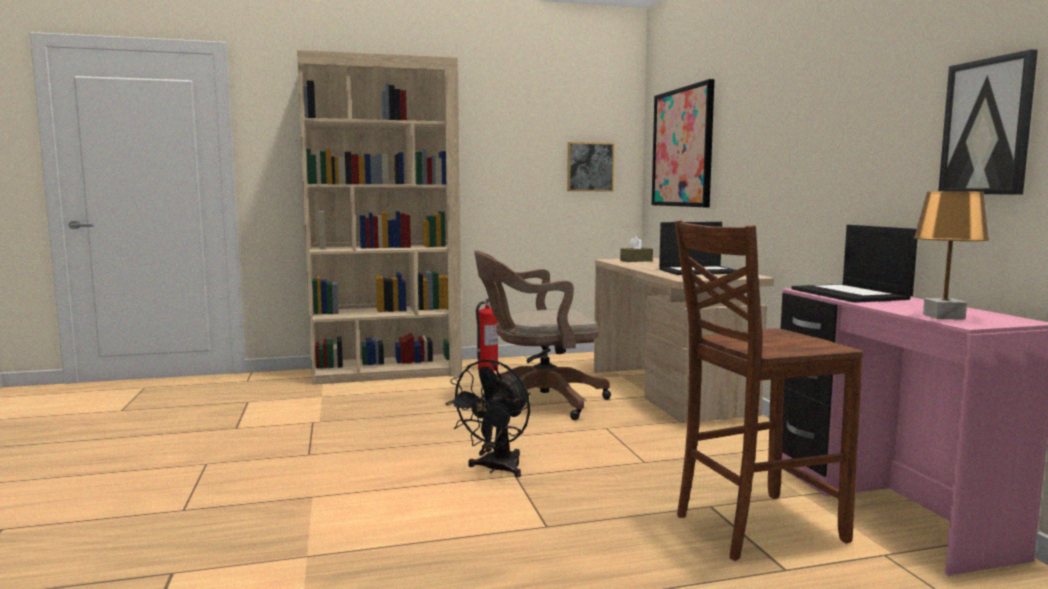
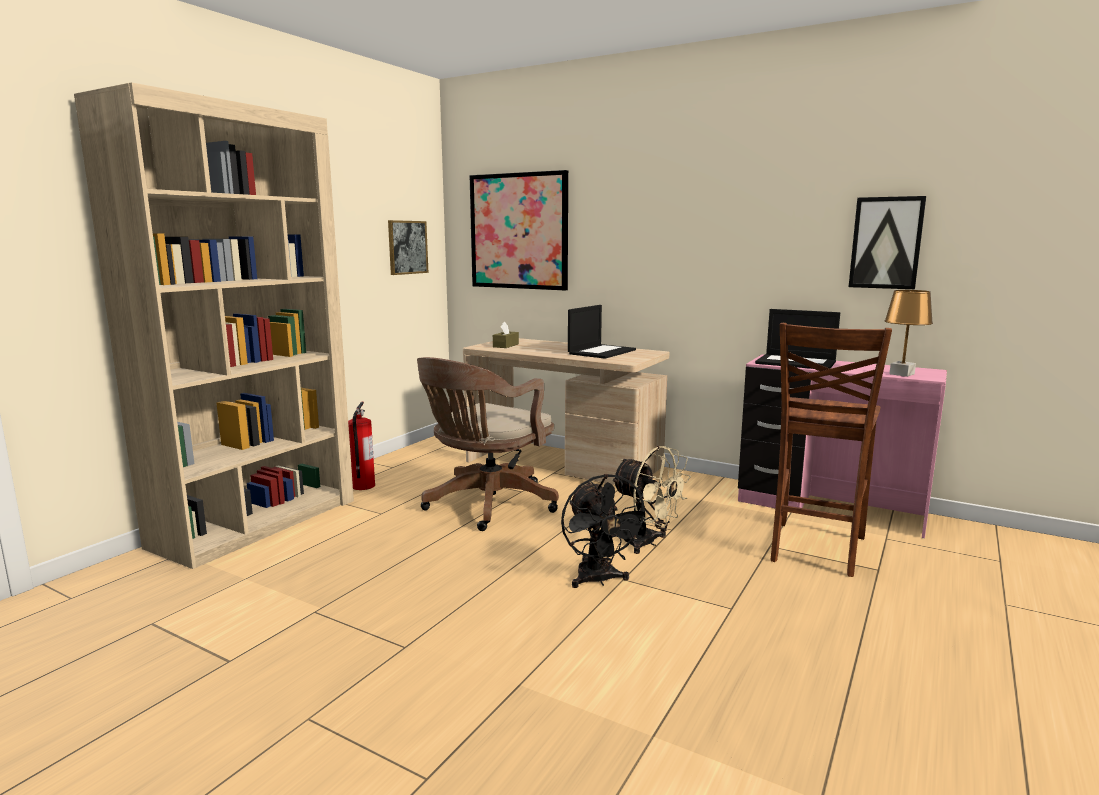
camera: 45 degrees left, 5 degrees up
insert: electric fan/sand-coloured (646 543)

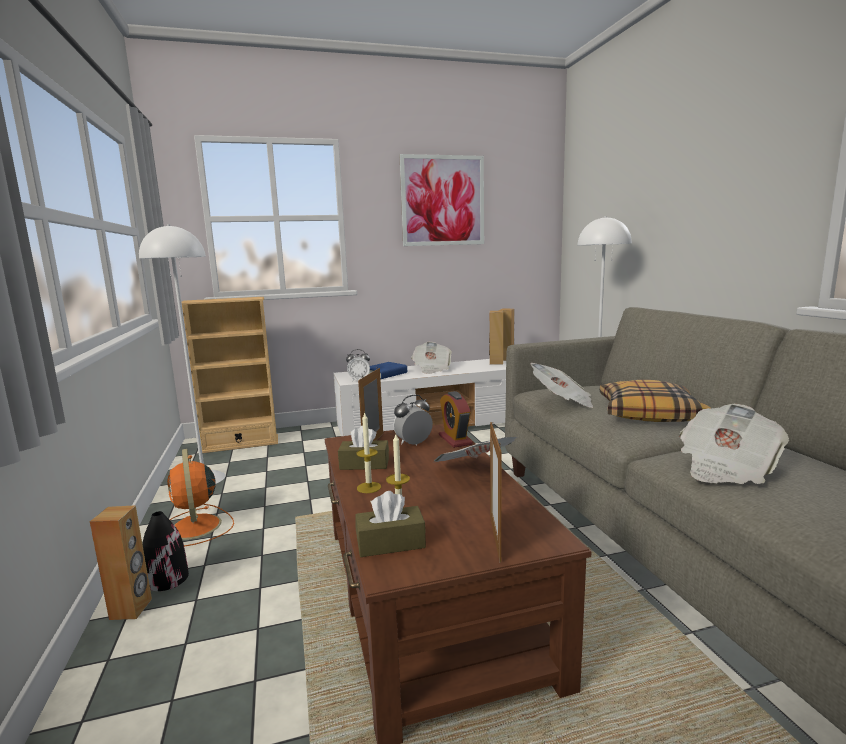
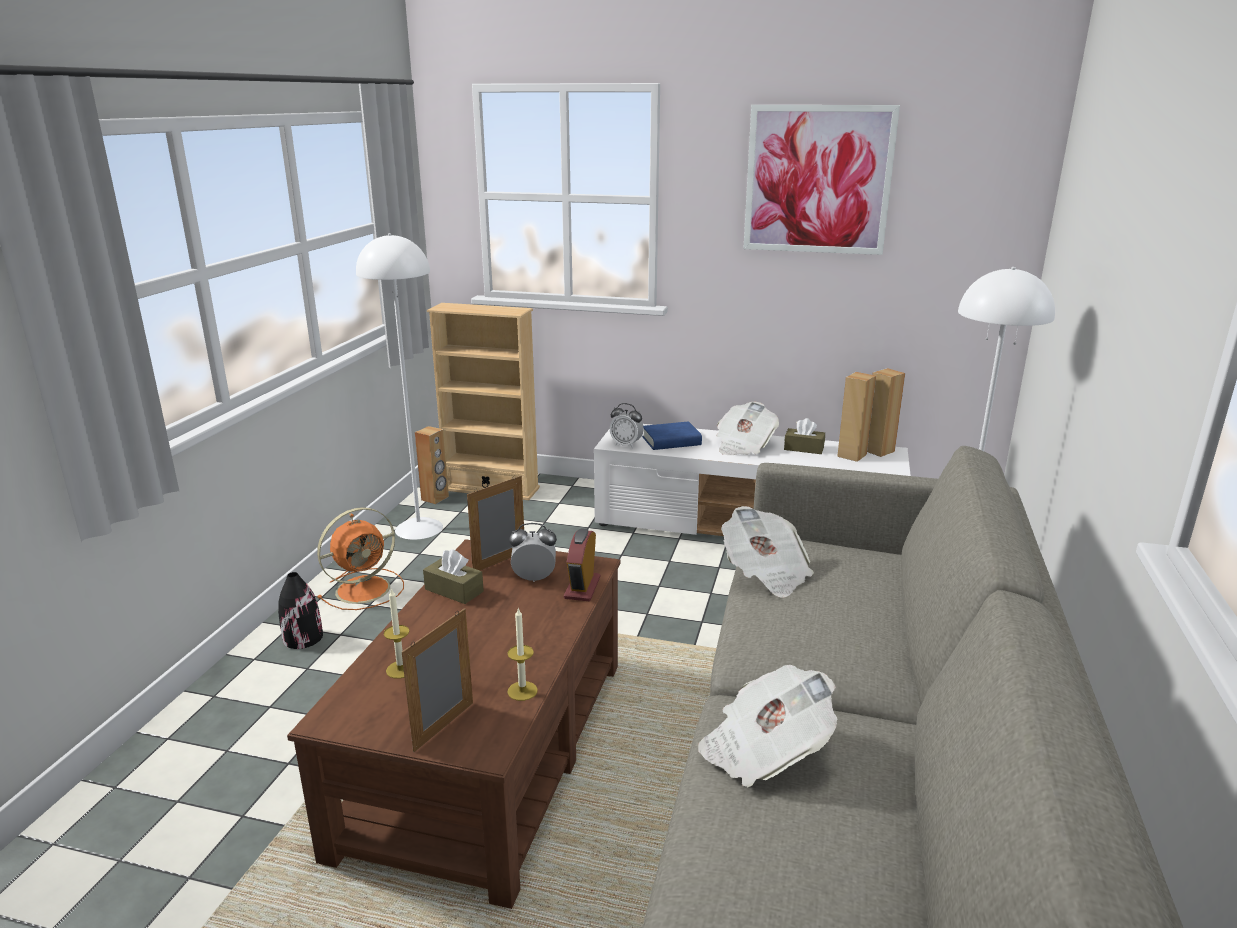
camera: 30 degrees right, 10 degrees up
delete: cushion (649 413); newspaper (473 471)
move: wax light (369 487) to (522 691); box of tissues/brown (390 543) to (804 448); speaker/brown (131 609) to (435 498)
rotate: electric fan/orangey (195 528) = (365 589) 135 degrees counterclockwise

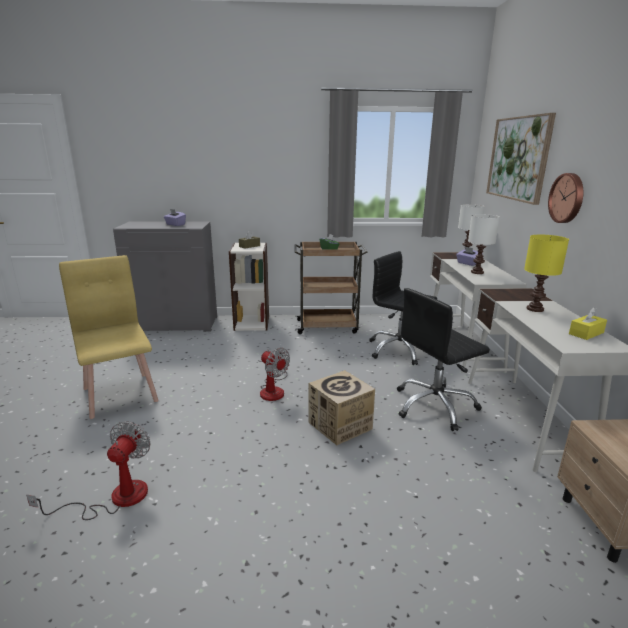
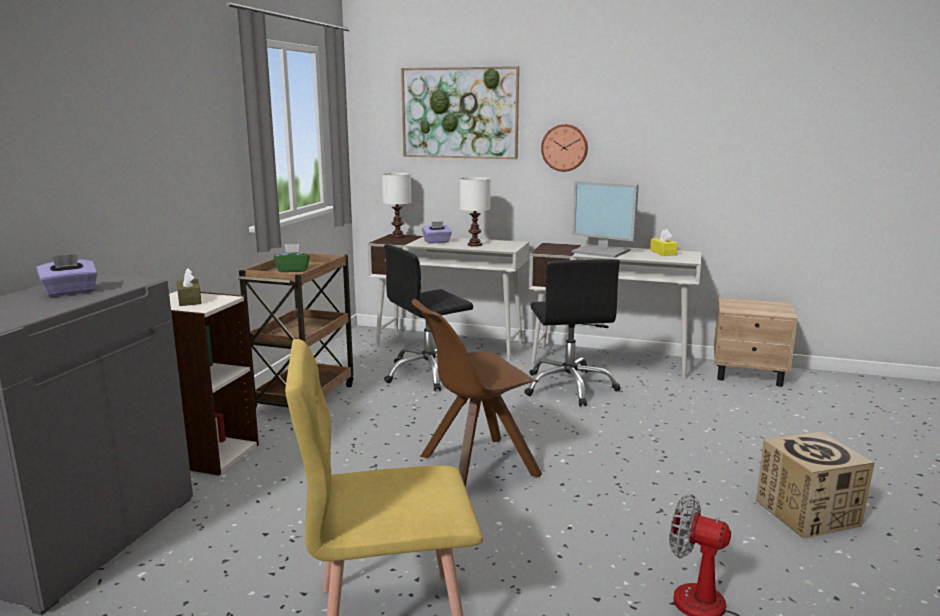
camera: 70 degrees left, 5 degrees down
move: packing box (340 425) to (808 513)
replace: tabletop lamp/yellow (535 309) to computer display (602 251); electric fan (274 389) to plain chair/brown (475 466)

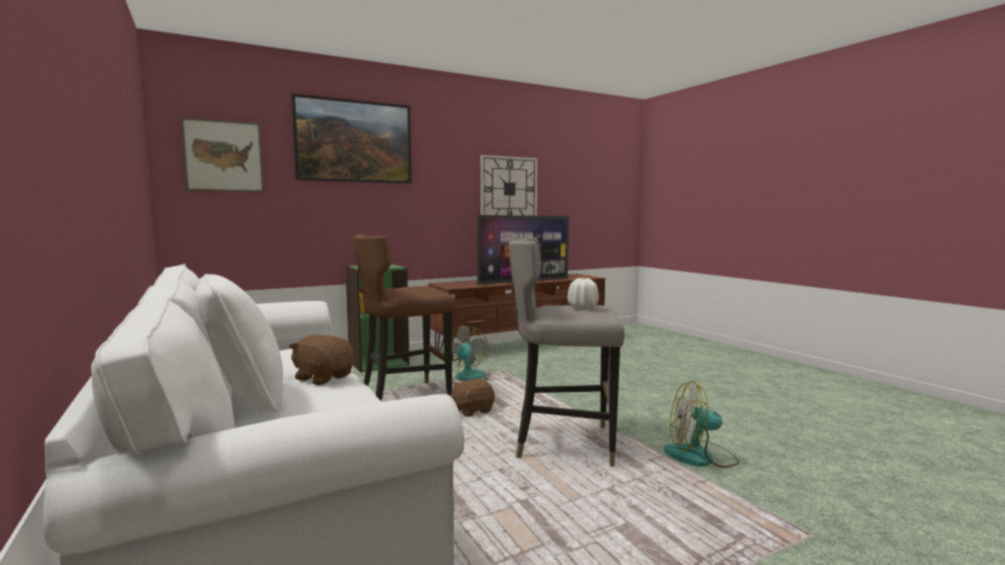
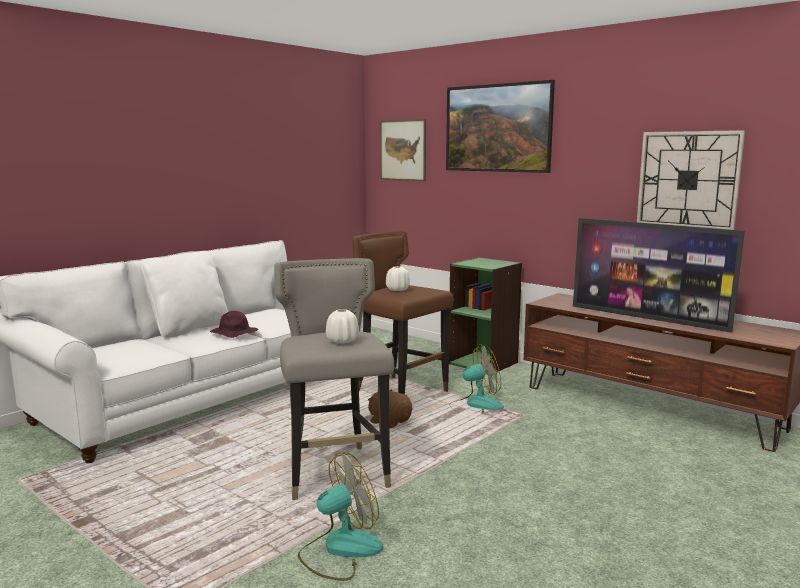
camera: 70 degrees right, 5 degrees up
insert: flower vase/white (397 290)
replace: plush toy/brown (323 378) to clothing hat/purplish (233 334)
rotate: electric fan (700 457) = (340 550) 75 degrees clockwise

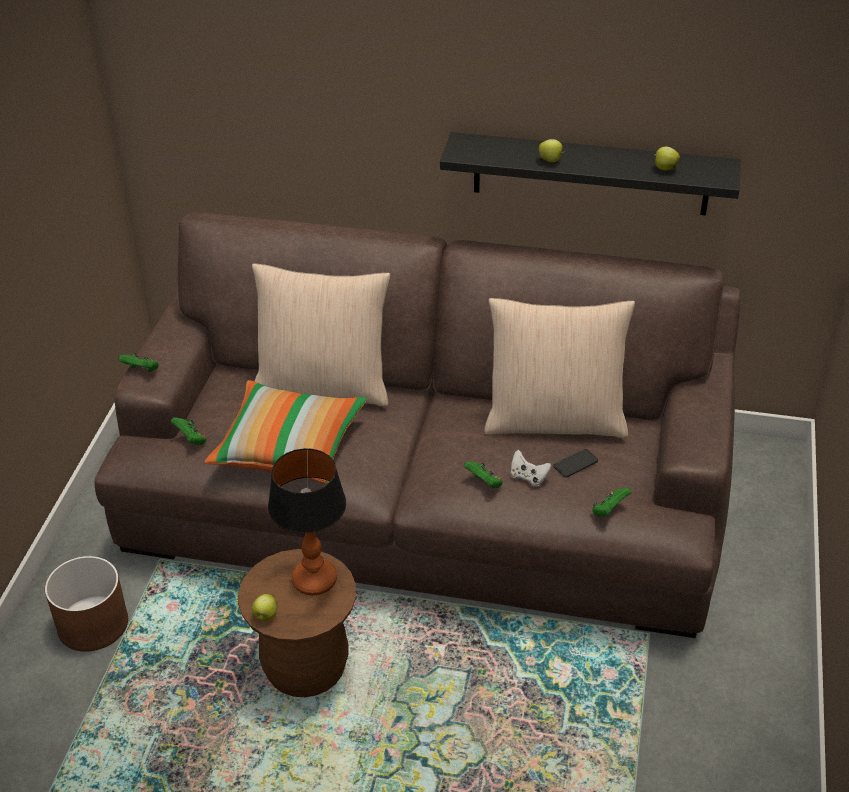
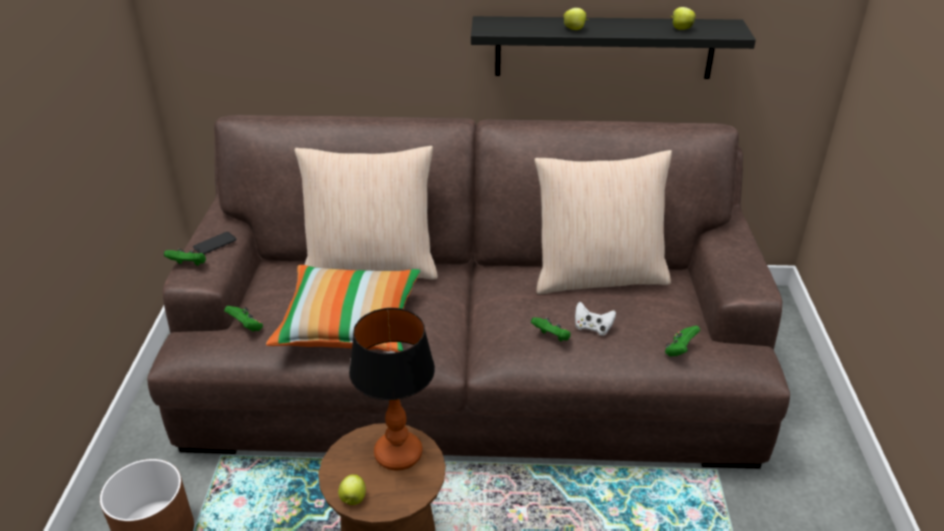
camera: 10 degrees left, 5 degrees down
move: telephone (575 463) to (215 243)

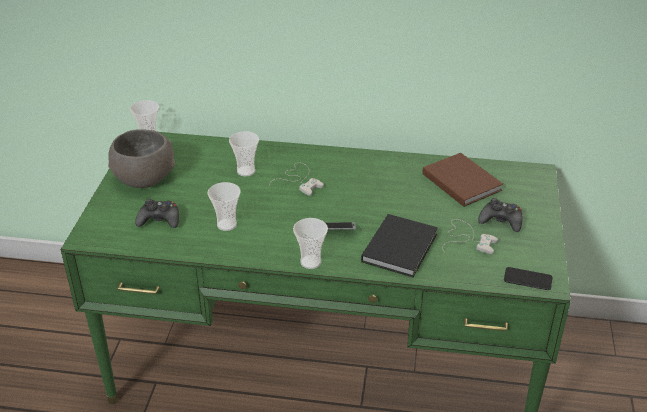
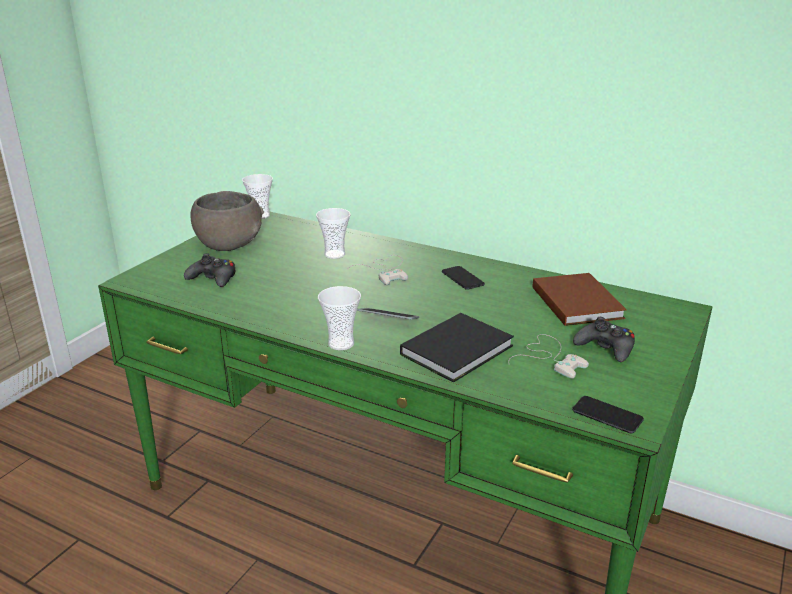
camera: 20 degrees right, 10 degrees down
delete: drinking cup (226 225)
insert: telephone (462 278)

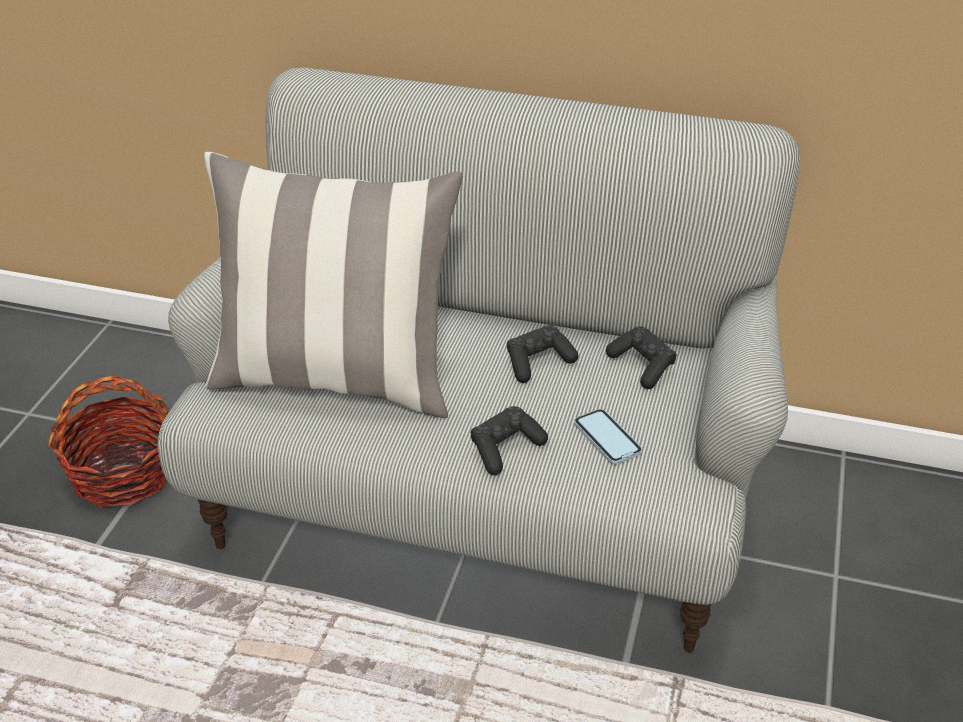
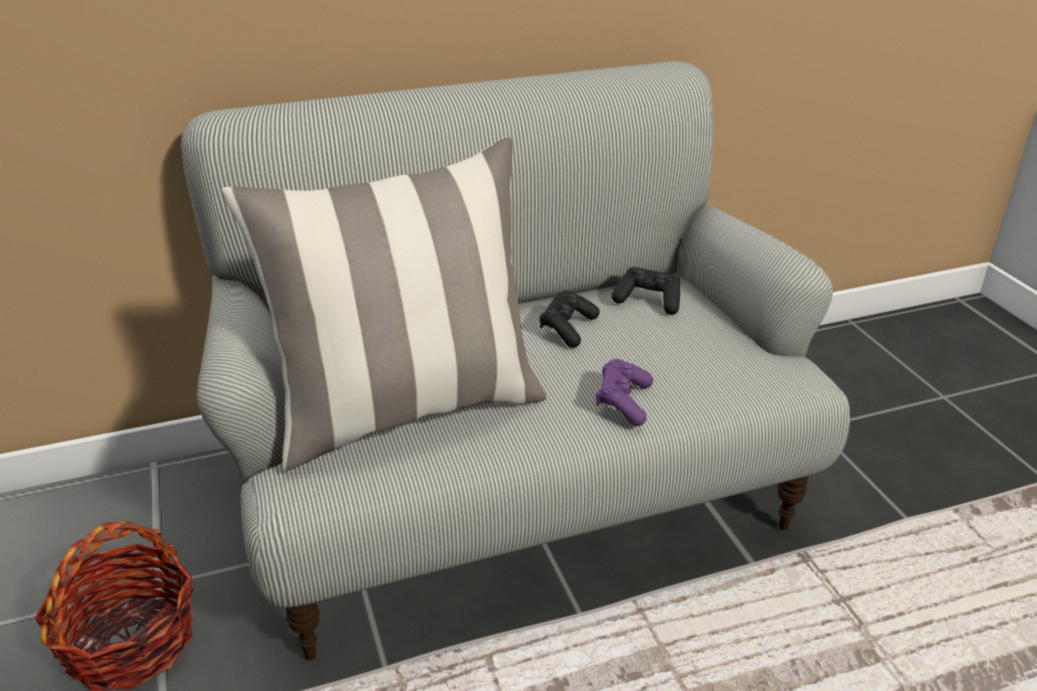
camera: 35 degrees left, 5 degrees down
delete: telephone (607 438)
recolor: game controller/blackish (505 449) to game controller/purplish (623 402)

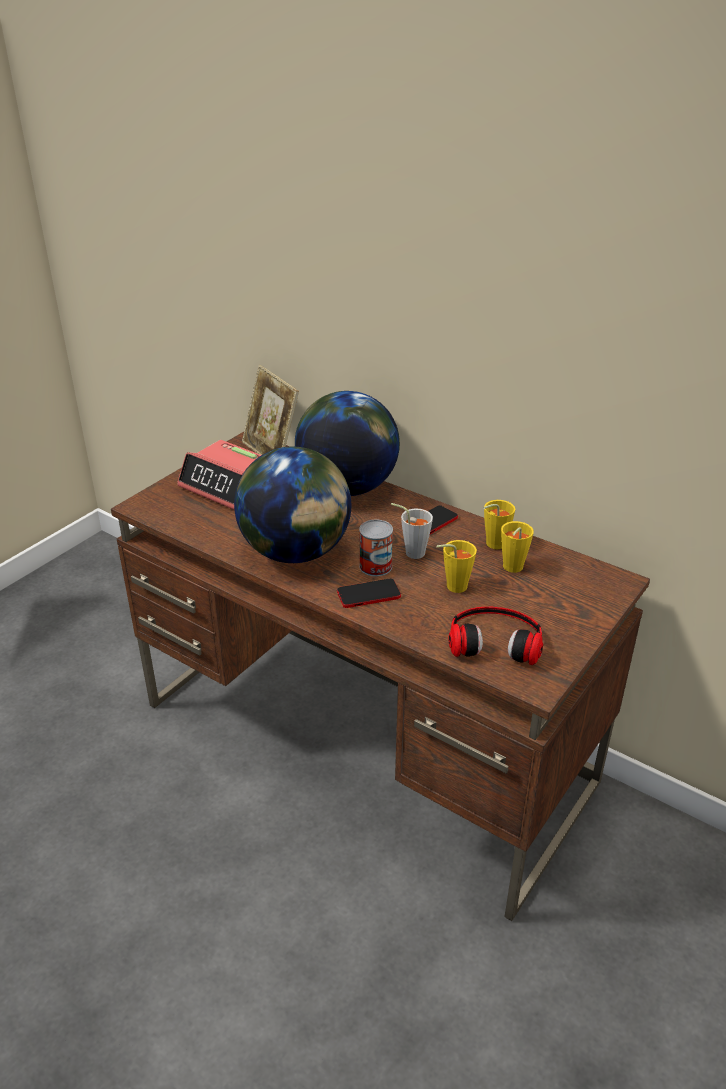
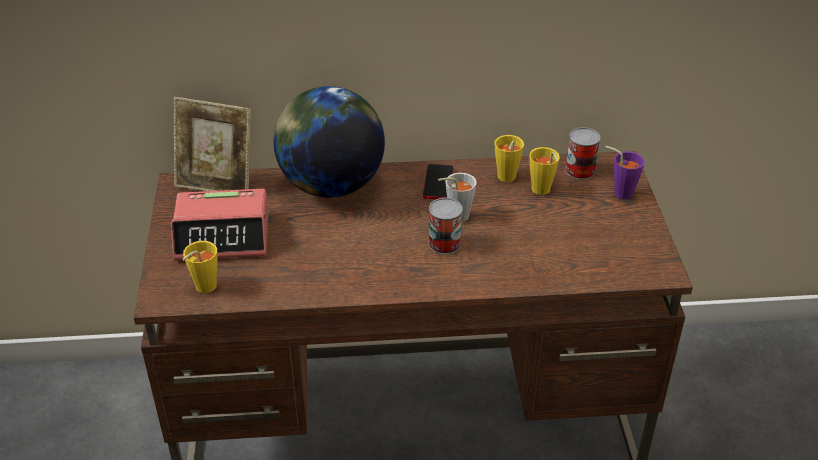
camera: 40 degrees left, 5 degrees up
delete: world globe (296 552); telephone (368 594); headset (495 639)
insert: can (580 170); drinking cup/purplish (619 192)
move: drinking cup/yellow (452 587) to (202 289)

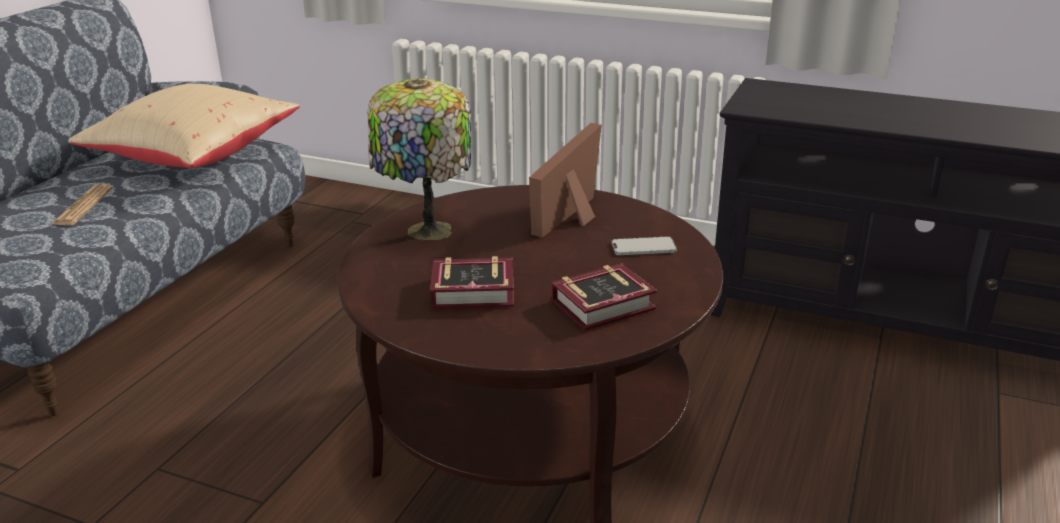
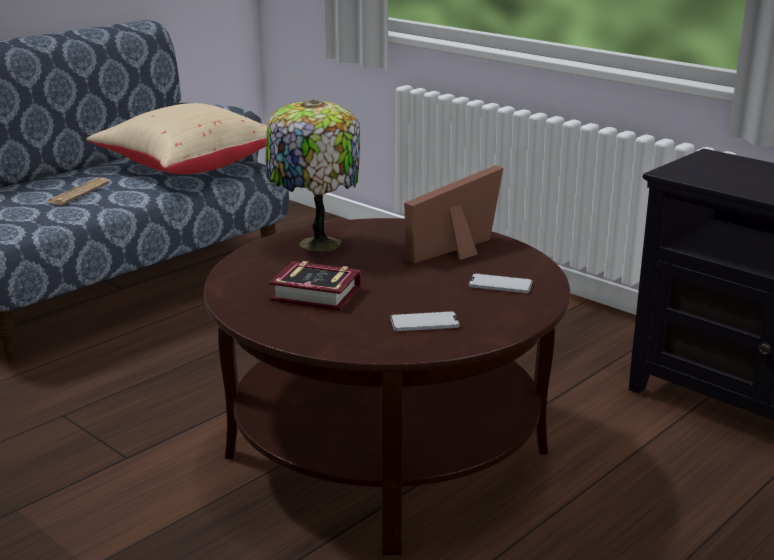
camera: 20 degrees right, 5 degrees down
replace: book (608 305) to telephone (424 323)

